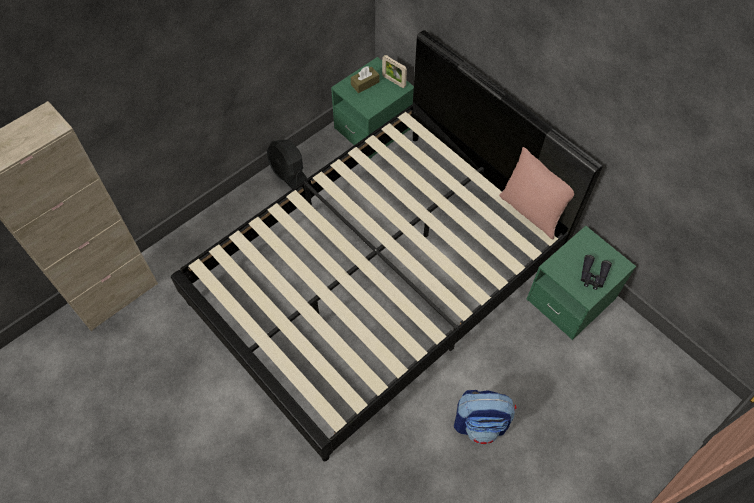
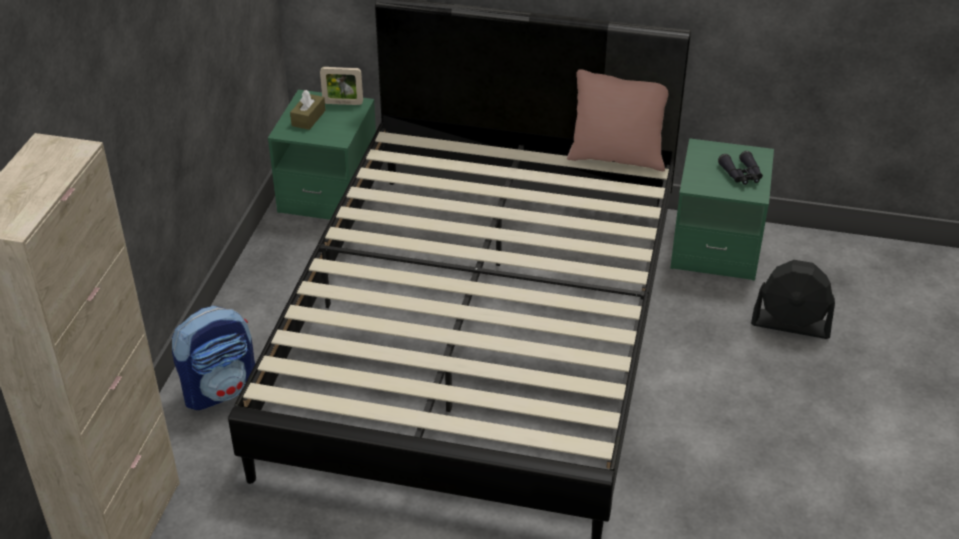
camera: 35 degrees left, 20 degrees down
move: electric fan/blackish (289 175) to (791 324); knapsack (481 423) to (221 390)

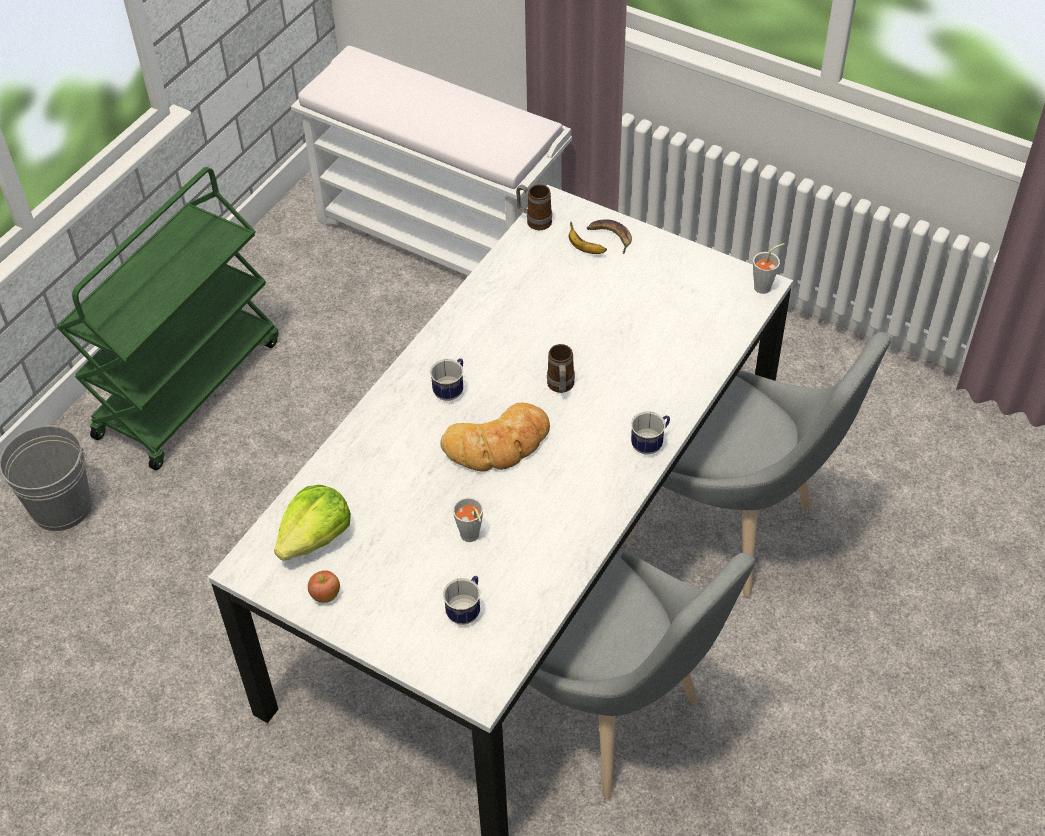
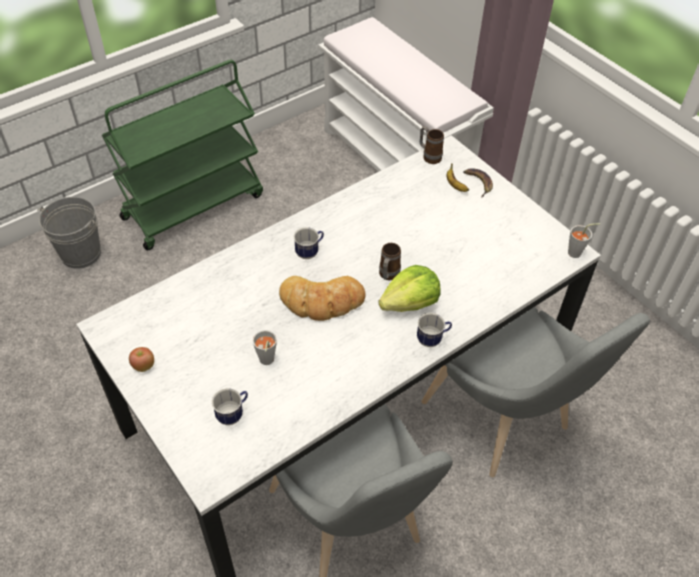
camera: 20 degrees right, 0 degrees up
move: head of lettuce (316 537) to (410 303)

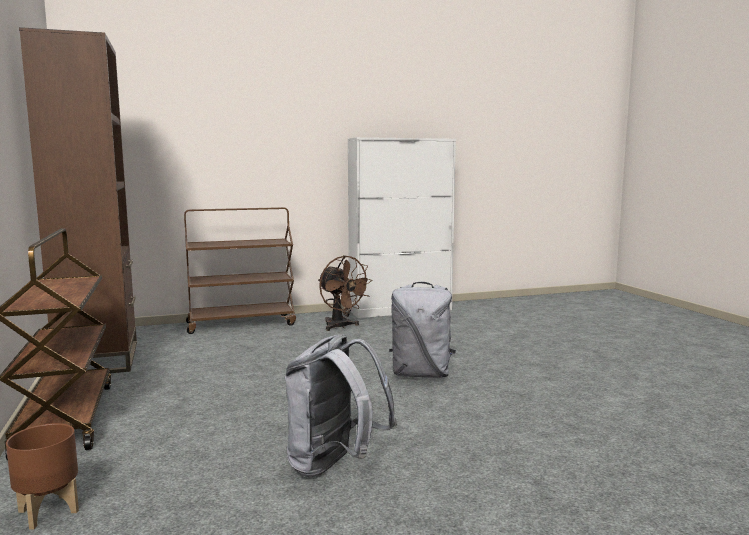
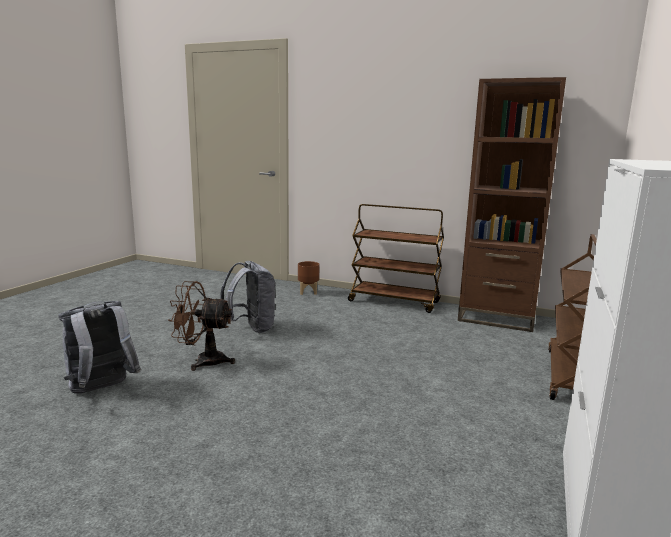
camera: 130 degrees right, 5 degrees up
move: electric fan/brown (341 327) to (203 361); knapsack/gray (421 374) to (102 390)

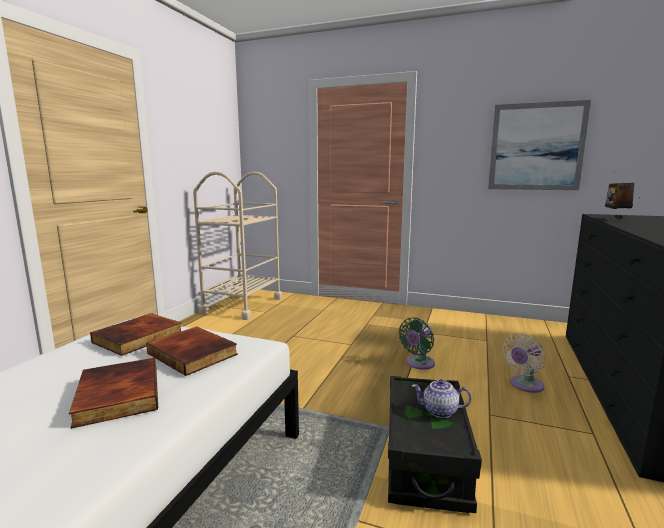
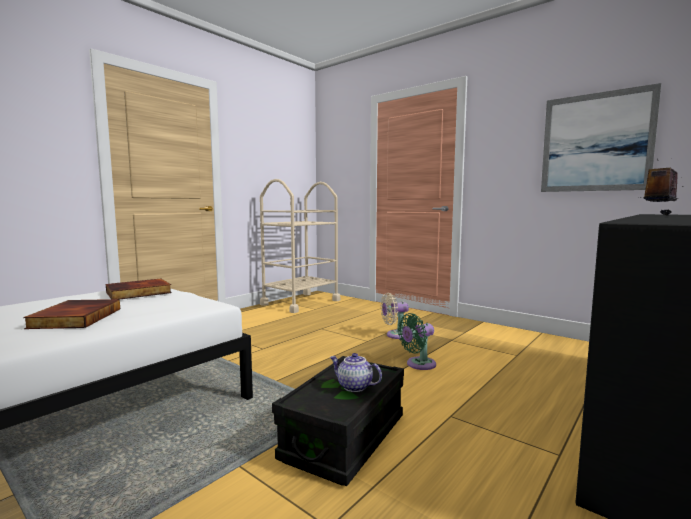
camera: 20 degrees right, 5 degrees down
delete: book (194 353)
move: electric fan/sand-coloured (524 385) to (395 335)

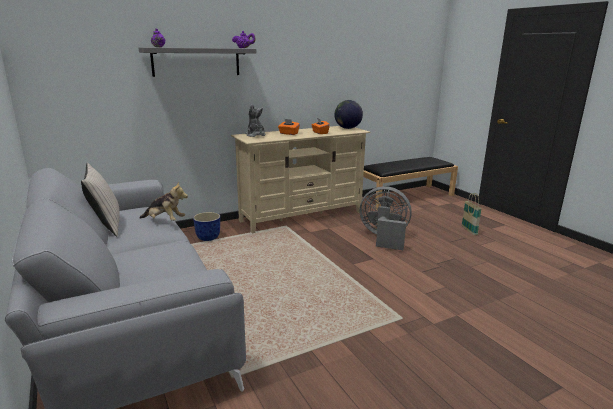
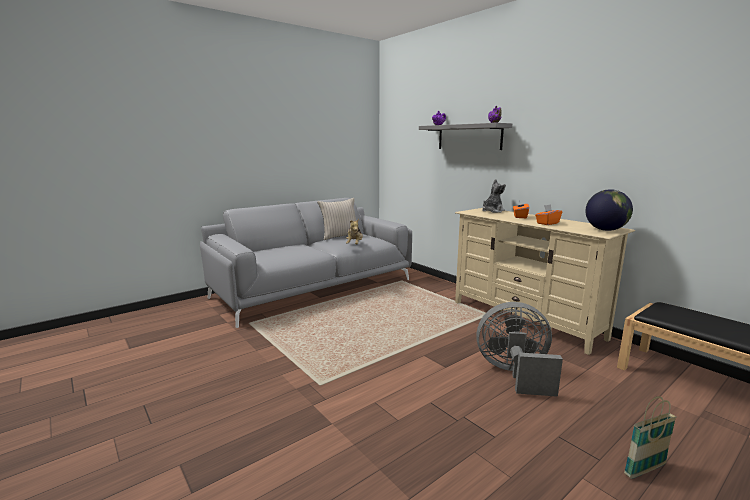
camera: 80 degrees right, 5 degrees down
delete: flower pot (208 238)
rotate: electric fan/gray (384 238) = (515 374) 90 degrees counterclockwise

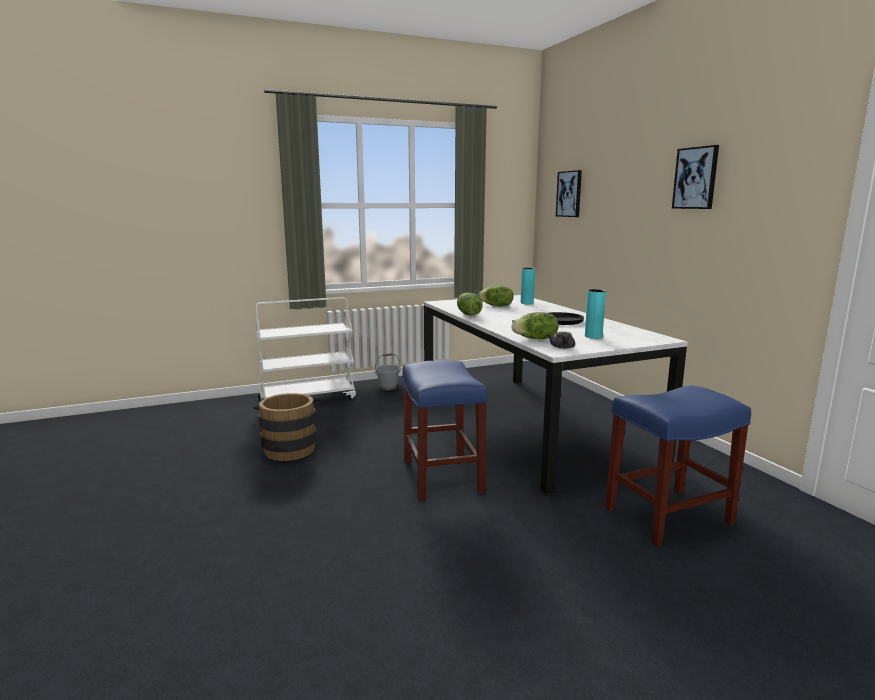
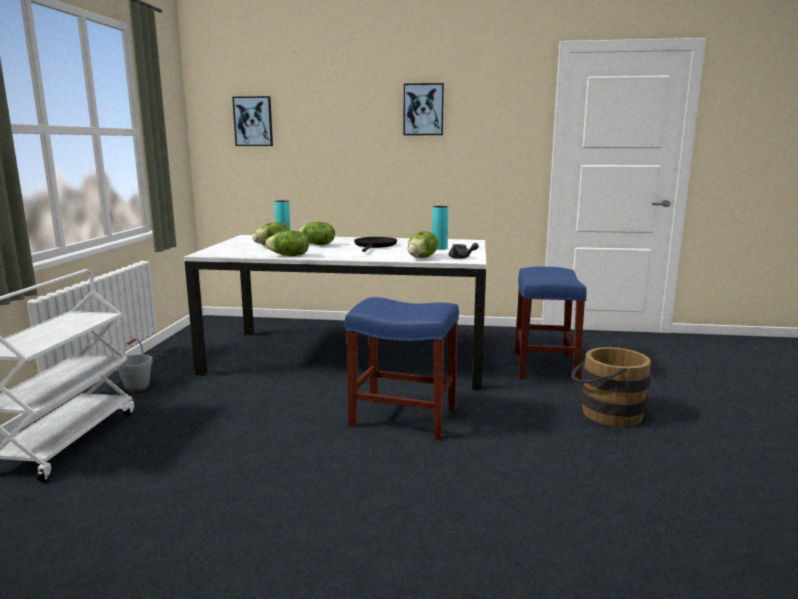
camera: 60 degrees left, 0 degrees up
insert: head of lettuce (317 244)
move: bucket/brown (289 448) to (605 413)

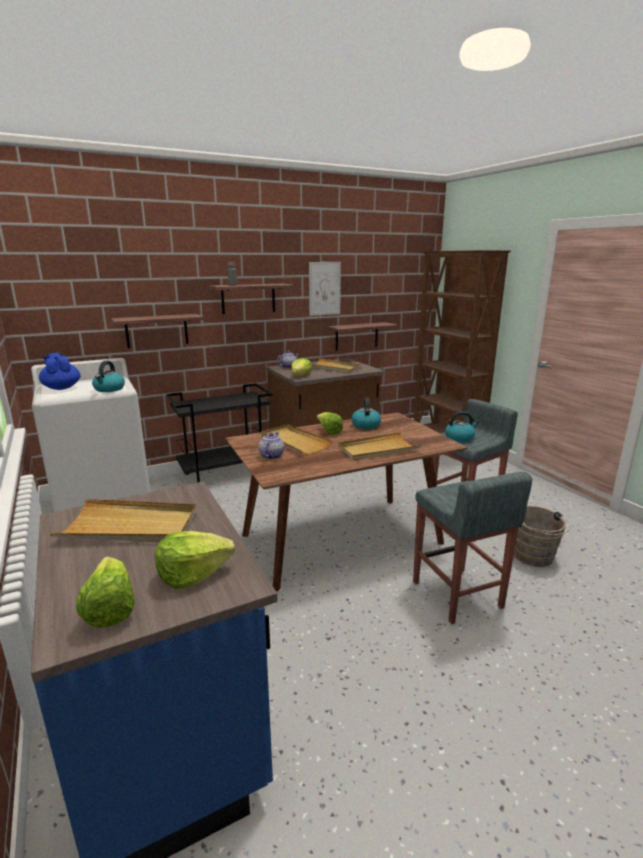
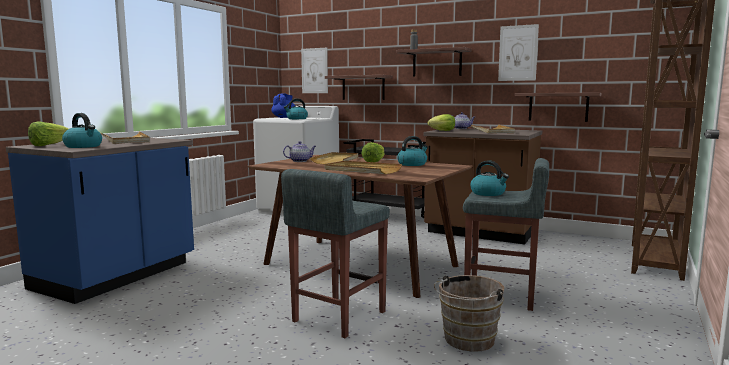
camera: 55 degrees right, 10 degrees down
insert: wall picture (314 70)
replace: head of lettuce (193 574) to kettle (84 146)

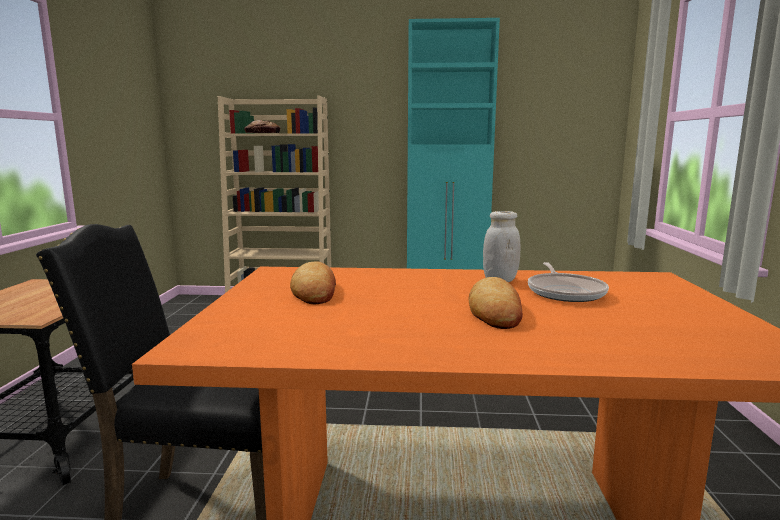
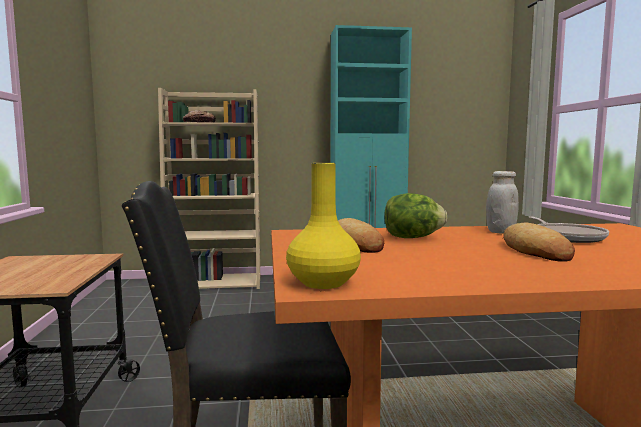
camera: 10 degrees left, 5 degrees down
insert: flower vase/yellow (324 283); head of lettuce (412 238)

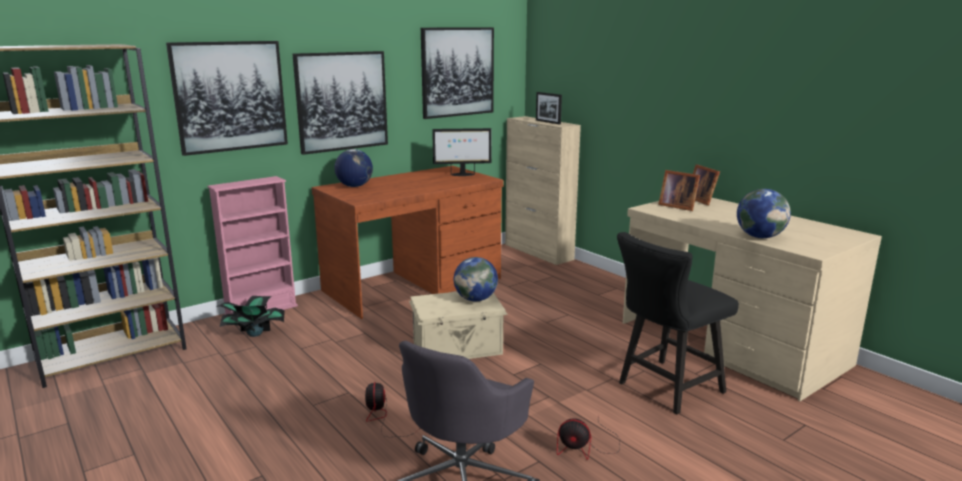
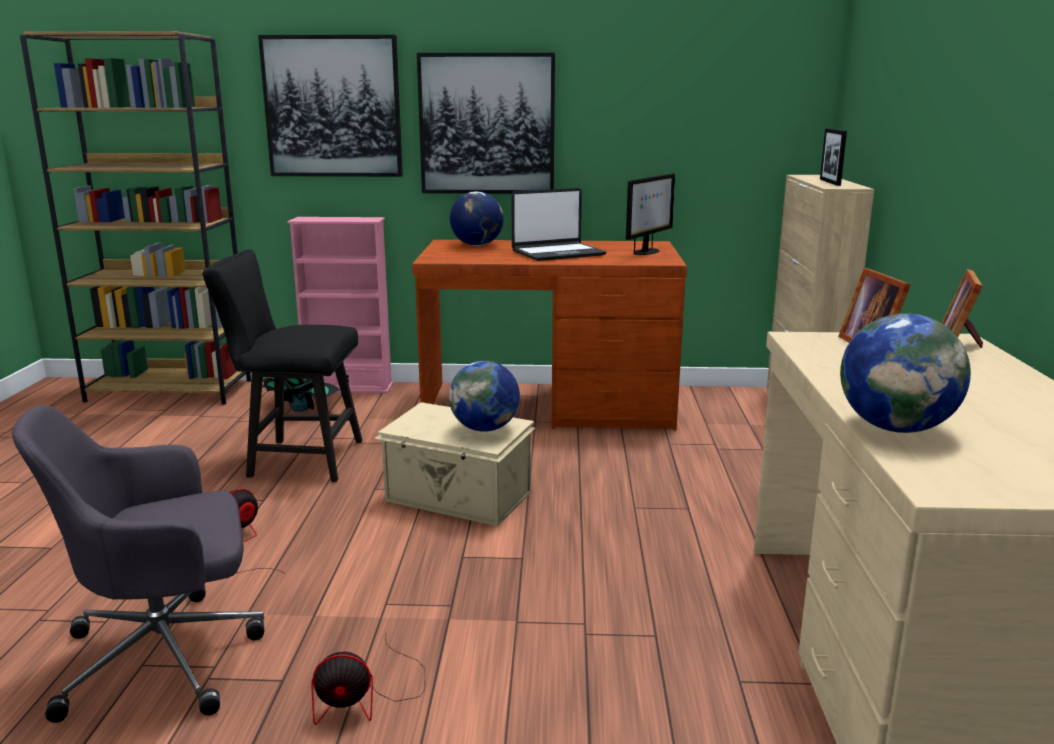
camera: 40 degrees right, 0 degrees up
delete: wall picture (457 72)
insert: laptop (557 253)
move: plain chair/blackish (665 389) to (297 459)
rotate: computer display (462 174) = (646 252) 90 degrees counterclockwise; electric fan (586 447) = (367 697) 60 degrees counterclockwise

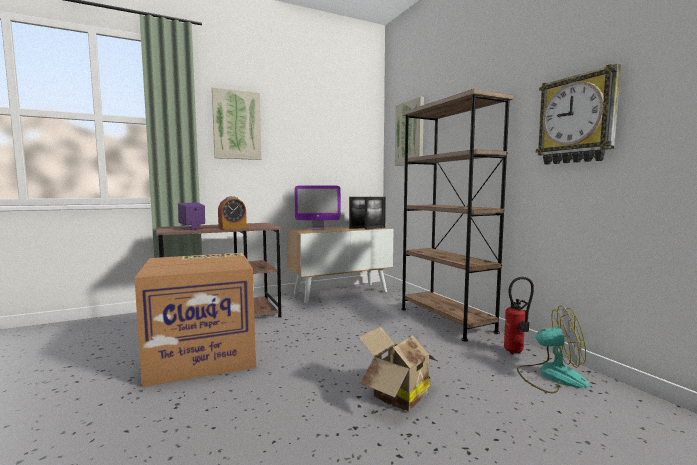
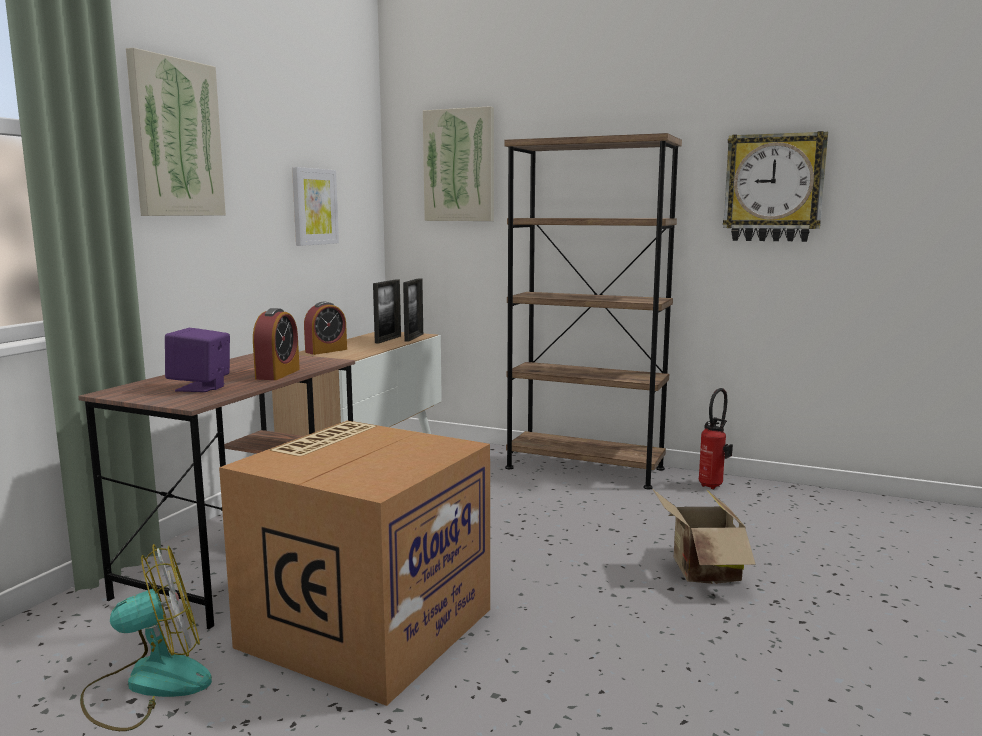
camera: 40 degrees left, 5 degrees up
insert: wall picture (314 206)
move: electric fan (551 376) to (148 685)
replace: computer display (317 229) to bedside clock (326 351)

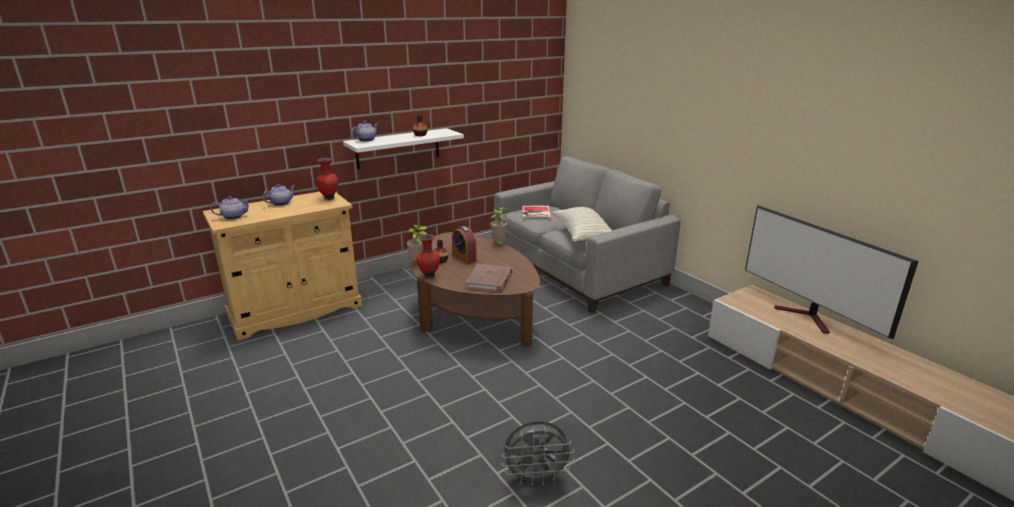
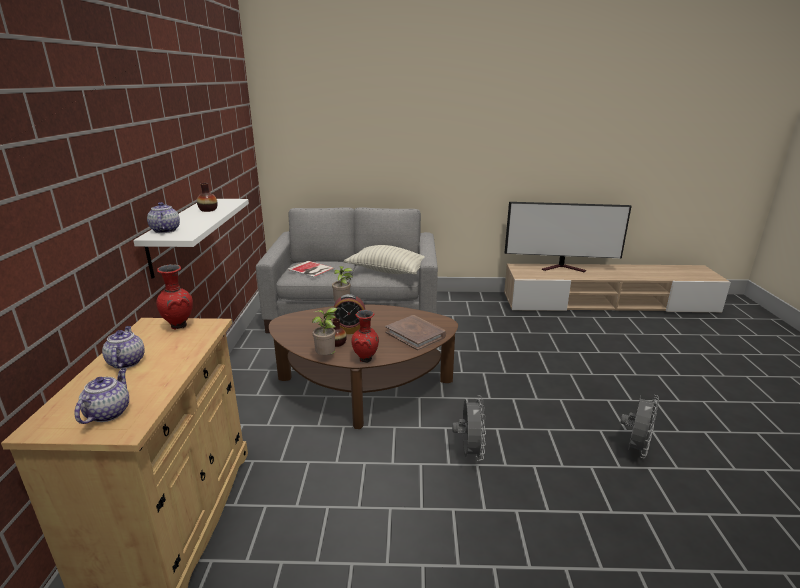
camera: 55 degrees left, 0 degrees up
insert: electric fan/gray (469 453)

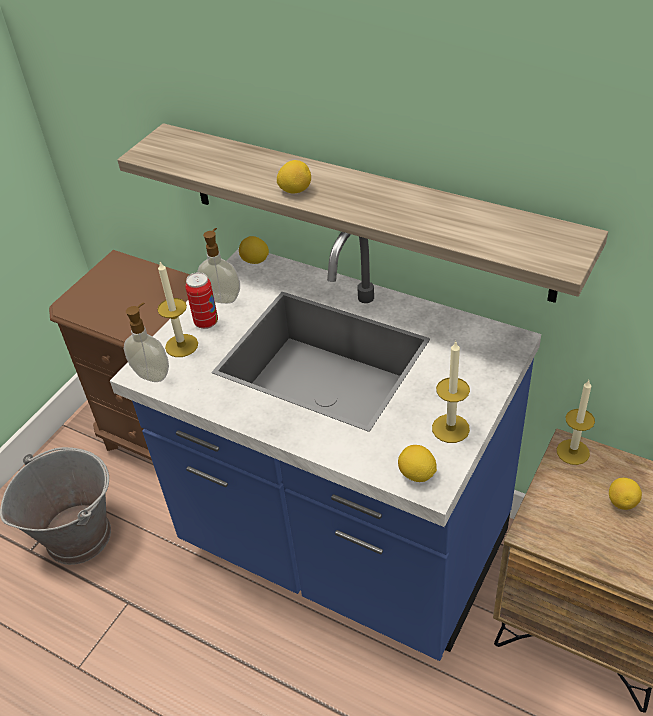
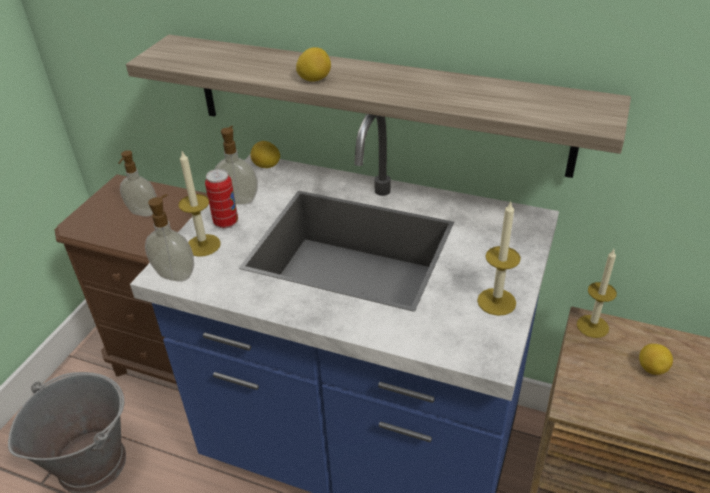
camera: 10 degrees left, 5 degrees down
delete: lemon (416 474)
insert: soap dispenser (142 213)

